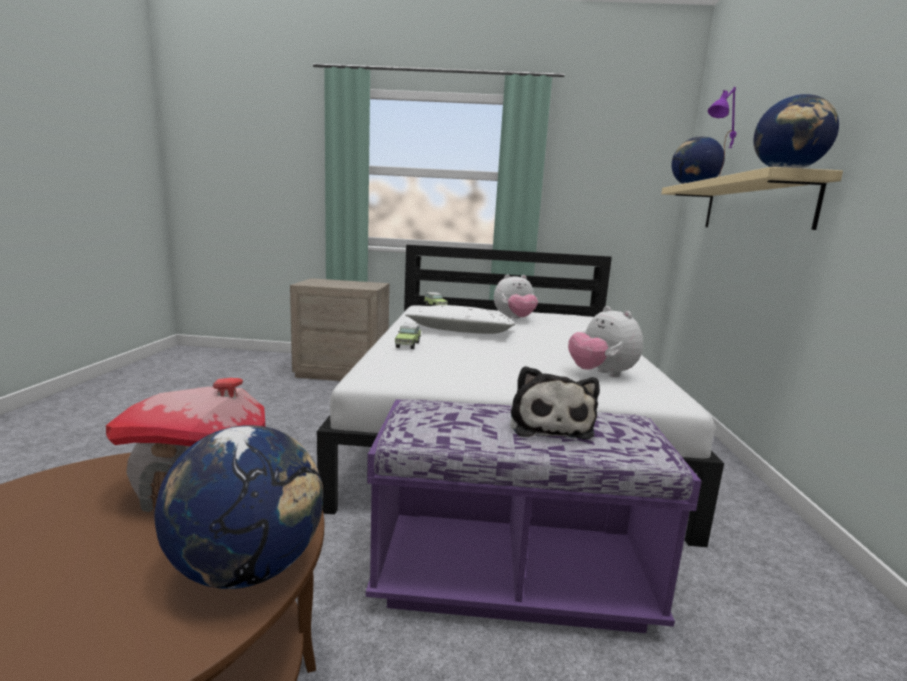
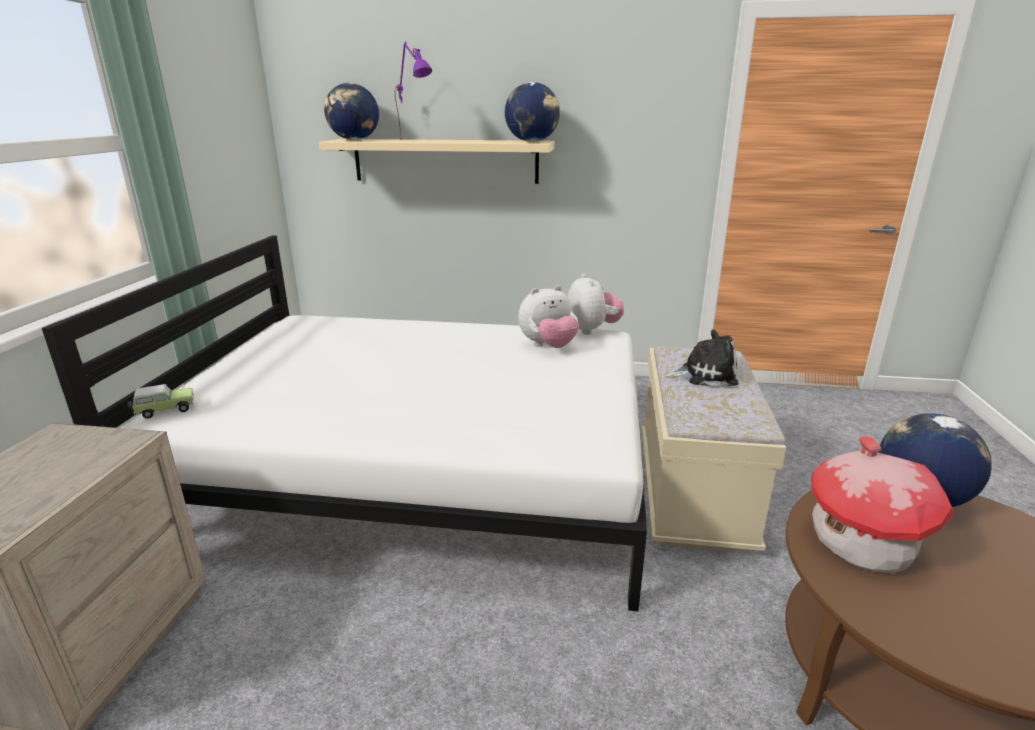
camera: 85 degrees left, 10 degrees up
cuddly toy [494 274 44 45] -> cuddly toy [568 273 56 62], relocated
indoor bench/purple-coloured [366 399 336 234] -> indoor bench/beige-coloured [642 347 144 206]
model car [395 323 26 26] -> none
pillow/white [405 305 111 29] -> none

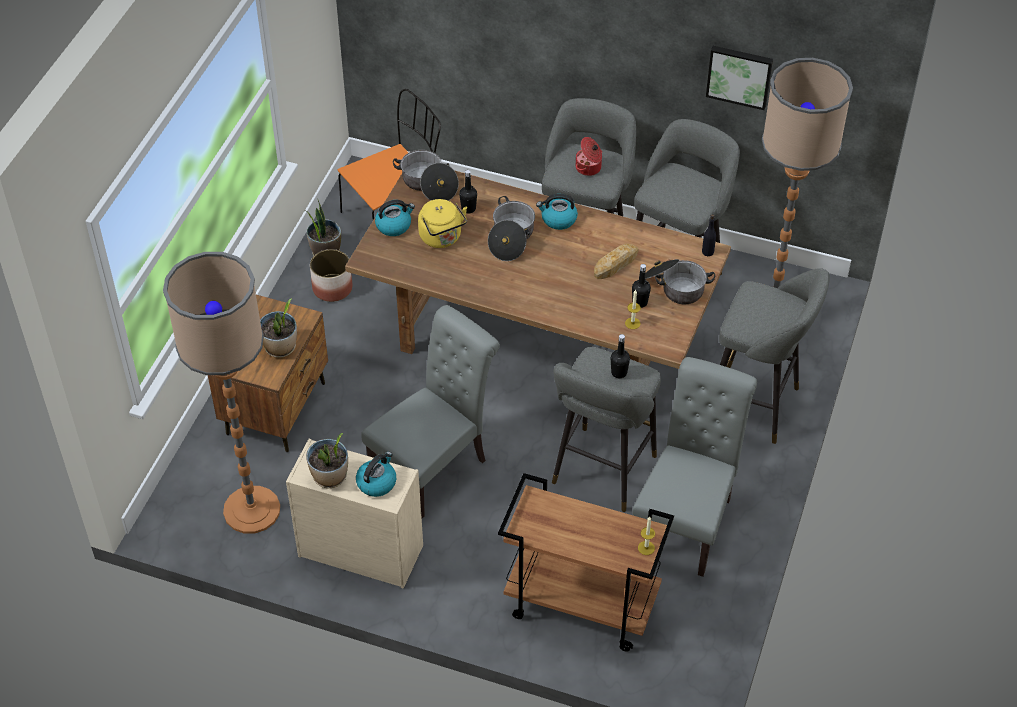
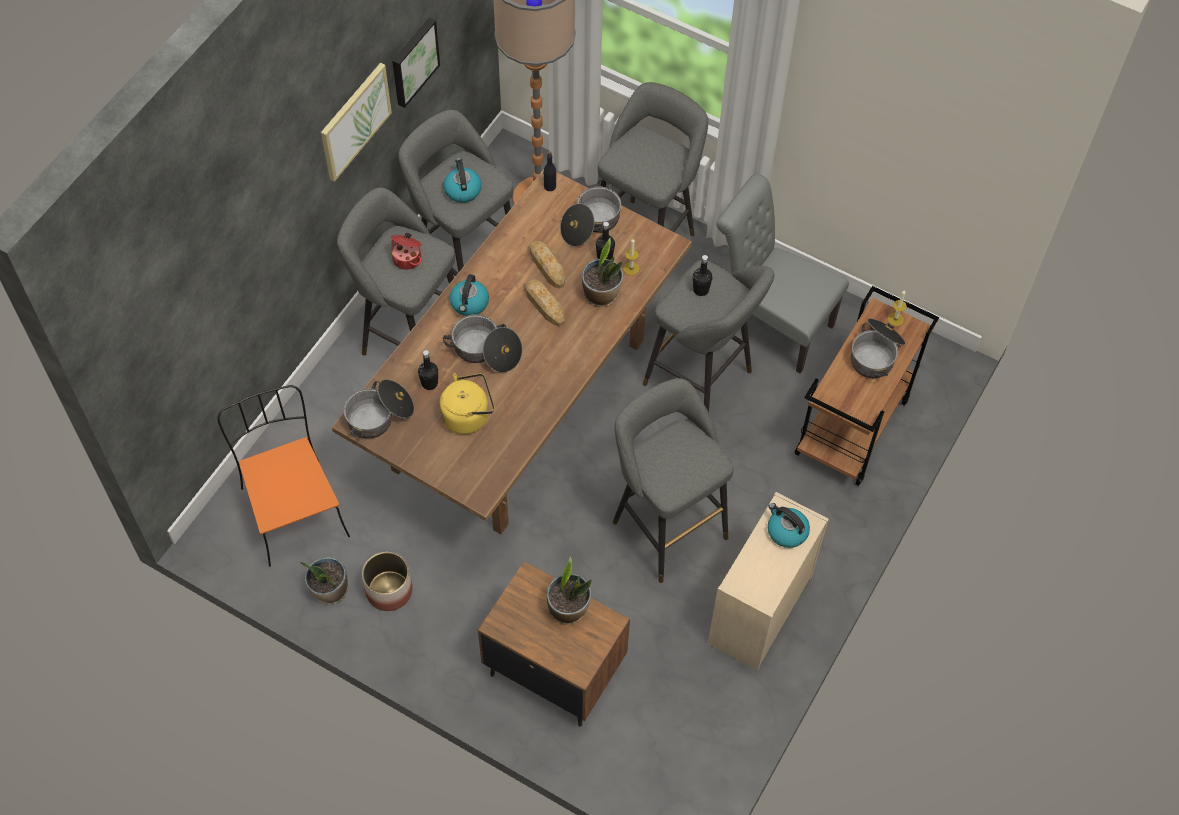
camera: 80 degrees left, 10 degrees up
none -> wall picture [321 63 71 119]
kettle [375 200 40 36] -> kettle [444 158 38 45], relocated
none -> baked bread [525 279 40 48]
houseplant [306 433 42 55] -> houseplant [582 238 41 69], relocated
upright chair/greyish [361 305 139 213] -> sitting stool/greyish [613 378 121 205]
none -> stockpot [851 318 54 60]
floor lamp [163 252 117 281] -> none

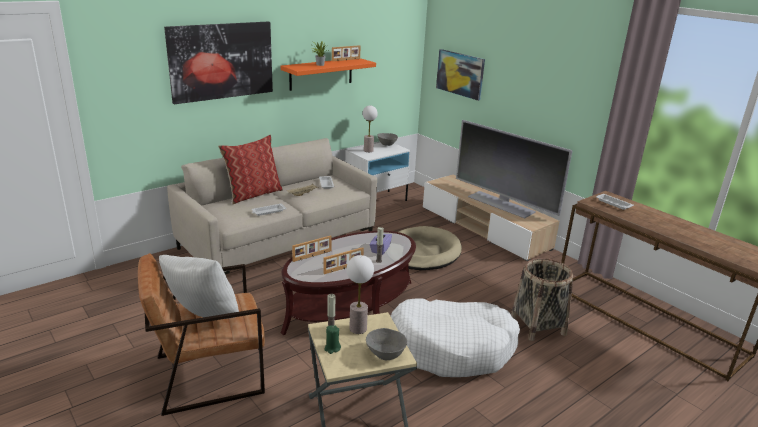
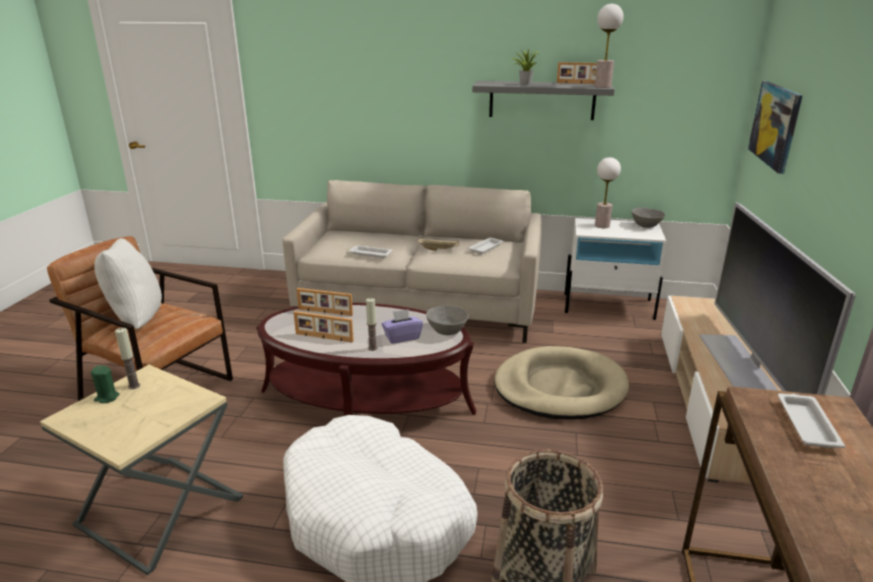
camera: 50 degrees right, 0 degrees up
serving bowl/greyish [366 328 41 32] -> serving bowl/greyish [426 305 43 30], relocated
shelf/orangey [281 58 95 33] -> shelf/greyish [472 81 143 39]
tabletop lamp [346 255 28 79] -> tabletop lamp [595 4 28 84], relocated
wall picture [164 22 109 82] -> none
pillow [218 135 65 69] -> none

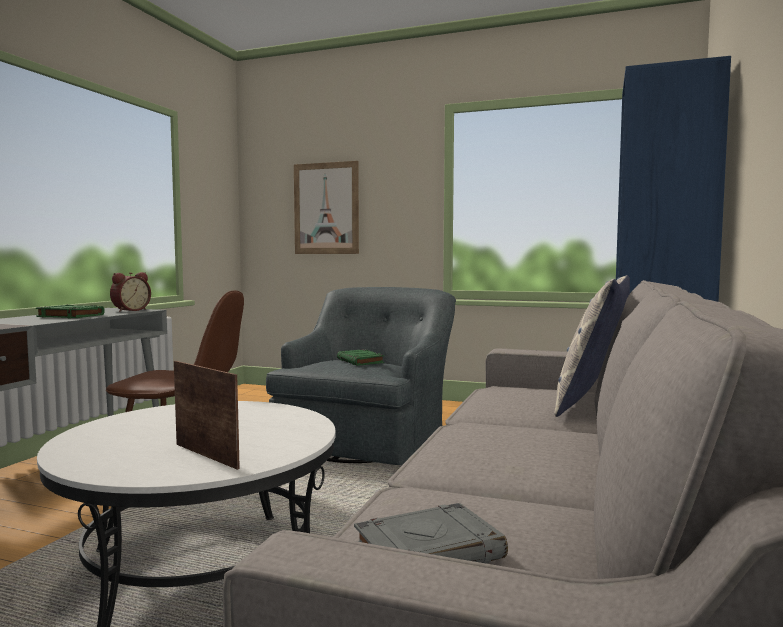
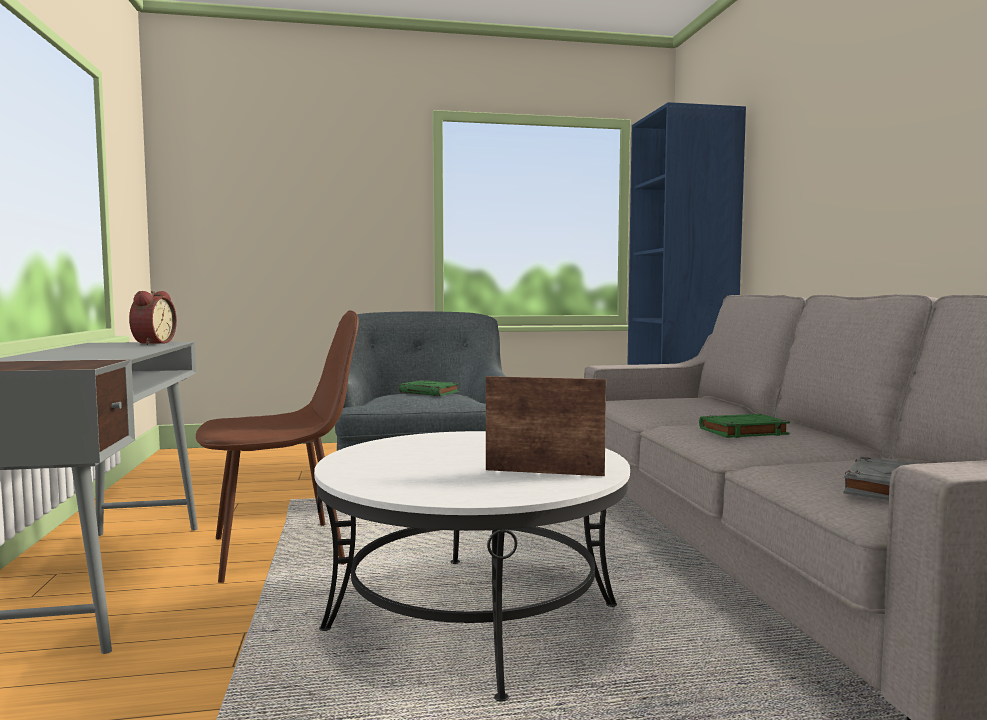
camera: 30 degrees left, 0 degrees up
book/green [36 305 69 13] -> book/green [699 414 91 24], relocated
wall picture [294 161 65 93] -> none
pillow [554 275 76 142] -> none

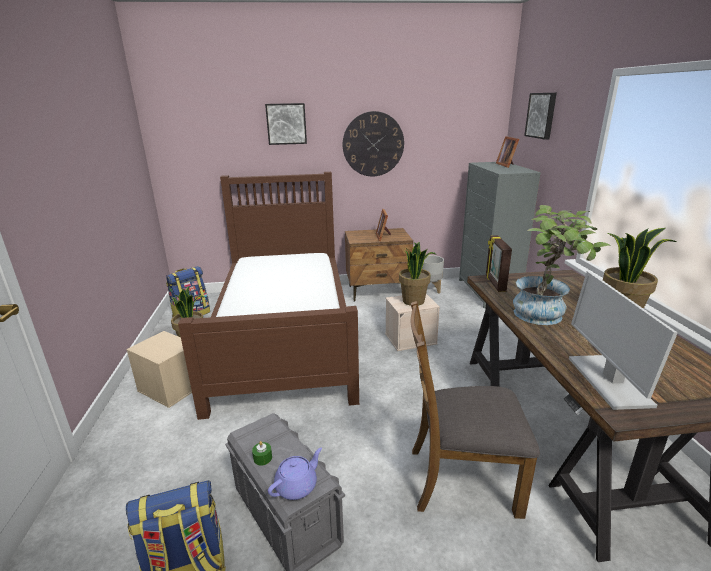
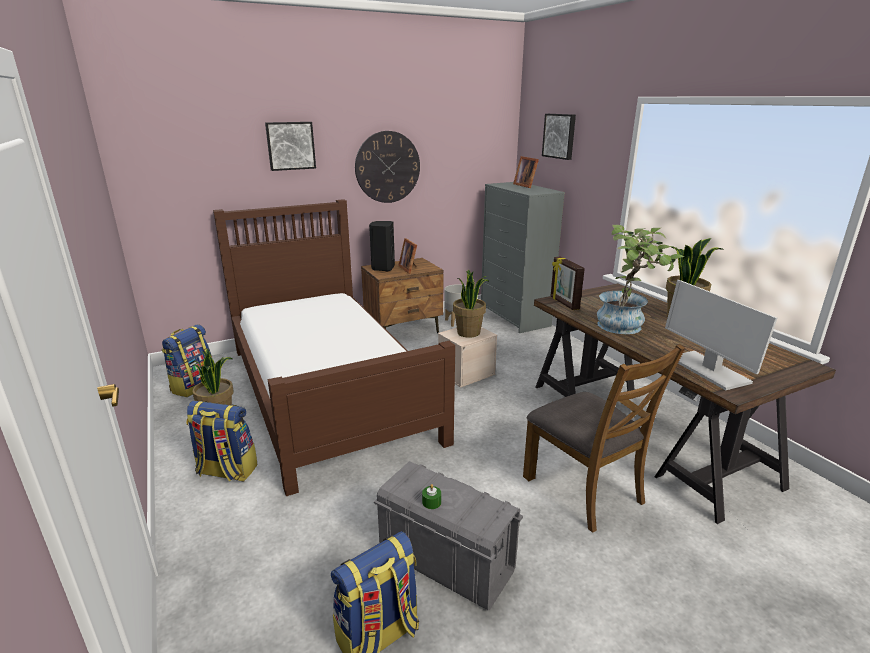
camera: 20 degrees left, 0 degrees up
storage box/beige-coloured [126 331 66 77] -> backpack [186 401 72 81]
none -> loudspeaker/blackish [369 221 26 51]
upright chair/brownish [410 301 130 218] -> upright chair/brownish [523 344 162 189], 105 degrees counterclockwise
tea pot/purple-coloured [268 448 54 52] -> none

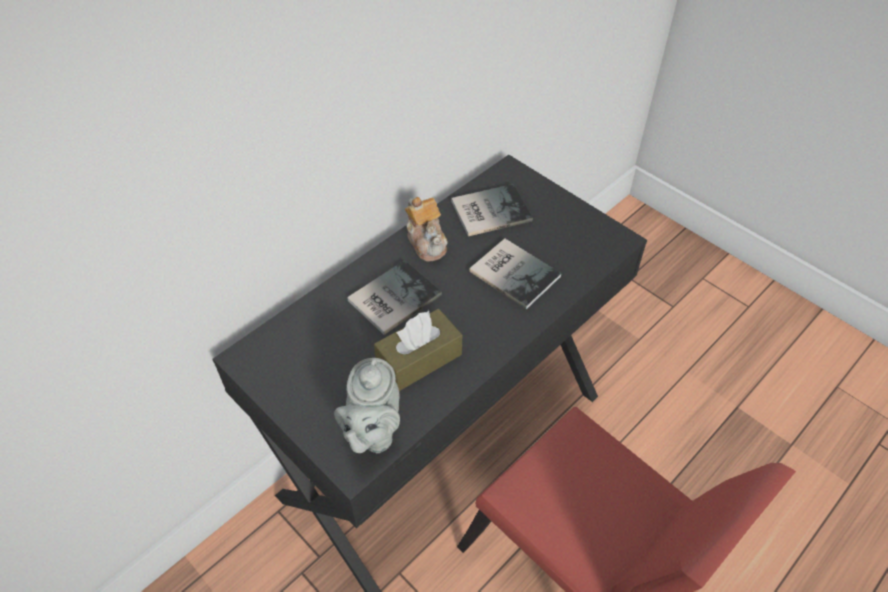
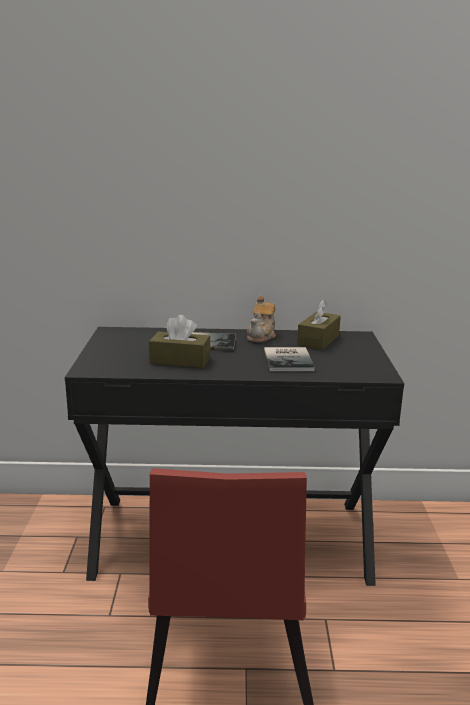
camera: 45 degrees right, 30 degrees down
book [451 184 82 52] -> tissue box/brownish [297 299 44 51]
tea pot/greyish [334 358 66 95] -> none

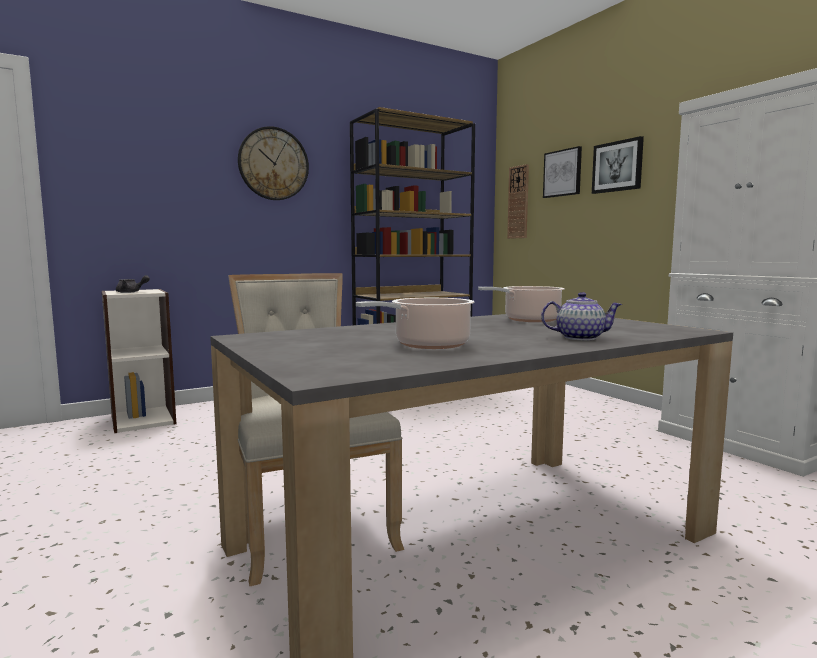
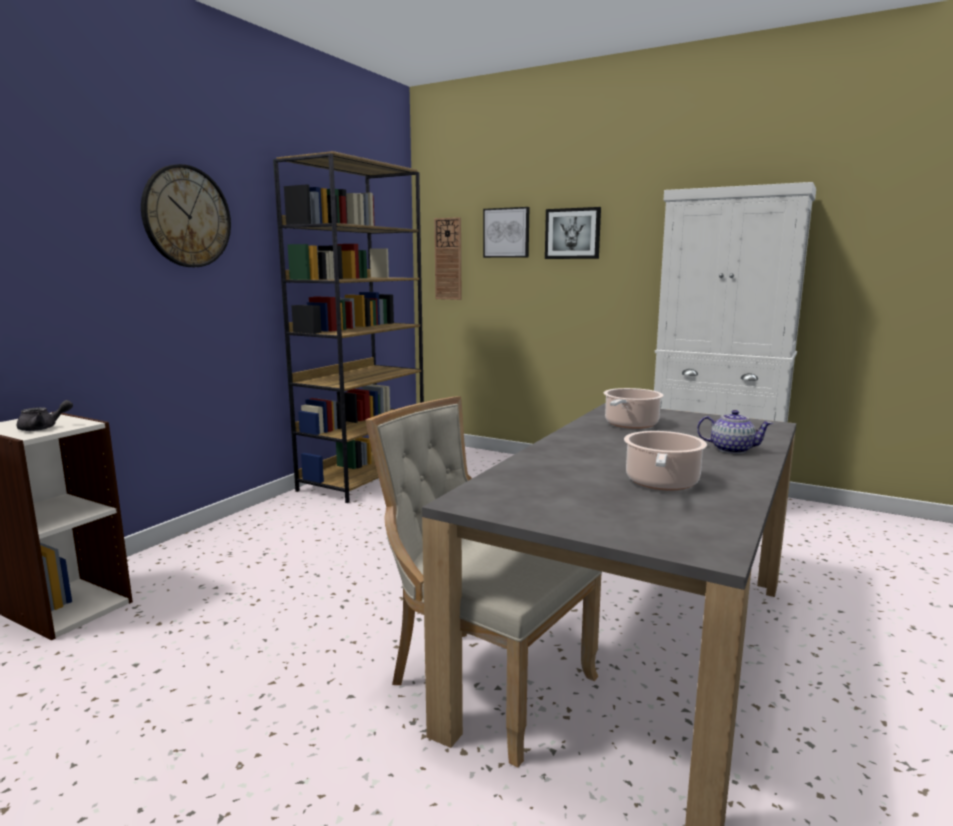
camera: 30 degrees left, 5 degrees up
tea pot [541 292 82 49] -> tea pot [697 410 76 44], 45 degrees clockwise

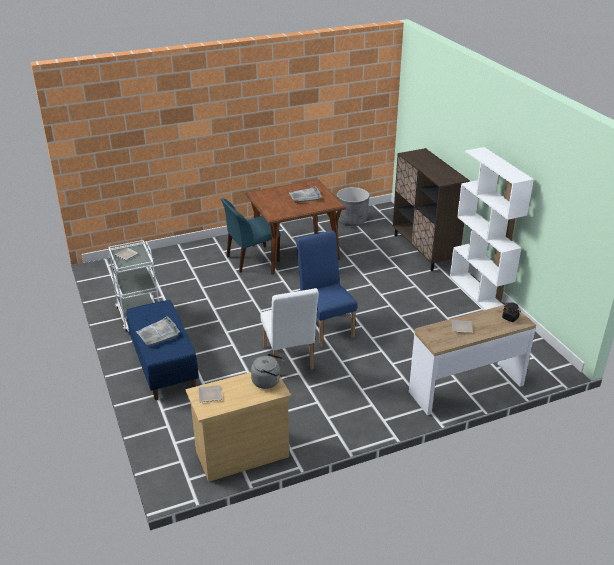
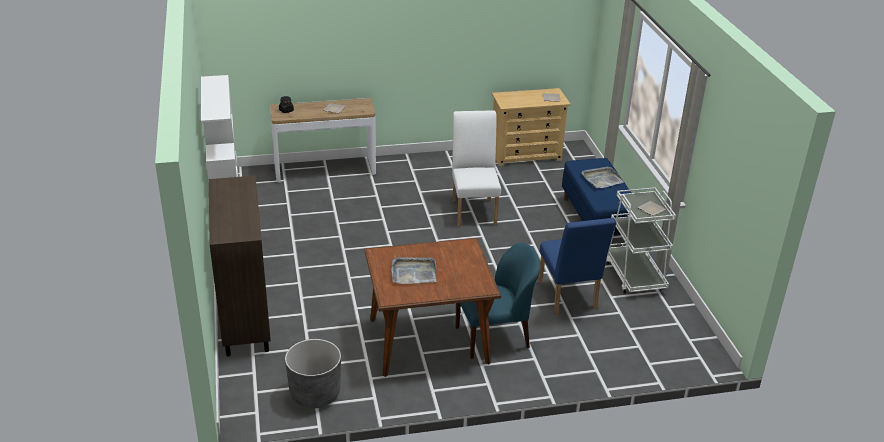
camera: 170 degrees left, 0 degrees up
upright chair/blue [296 230 61 117] -> upright chair/blue [538 218 78 96], relocated
kettle/greyish [251 353 33 36] -> none

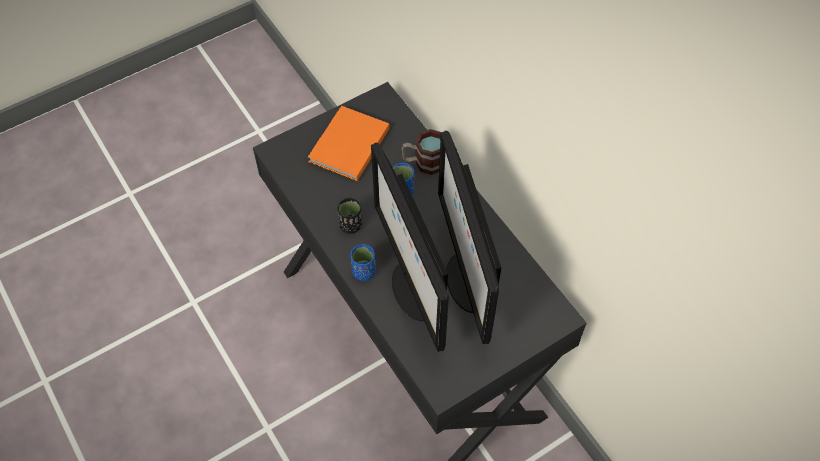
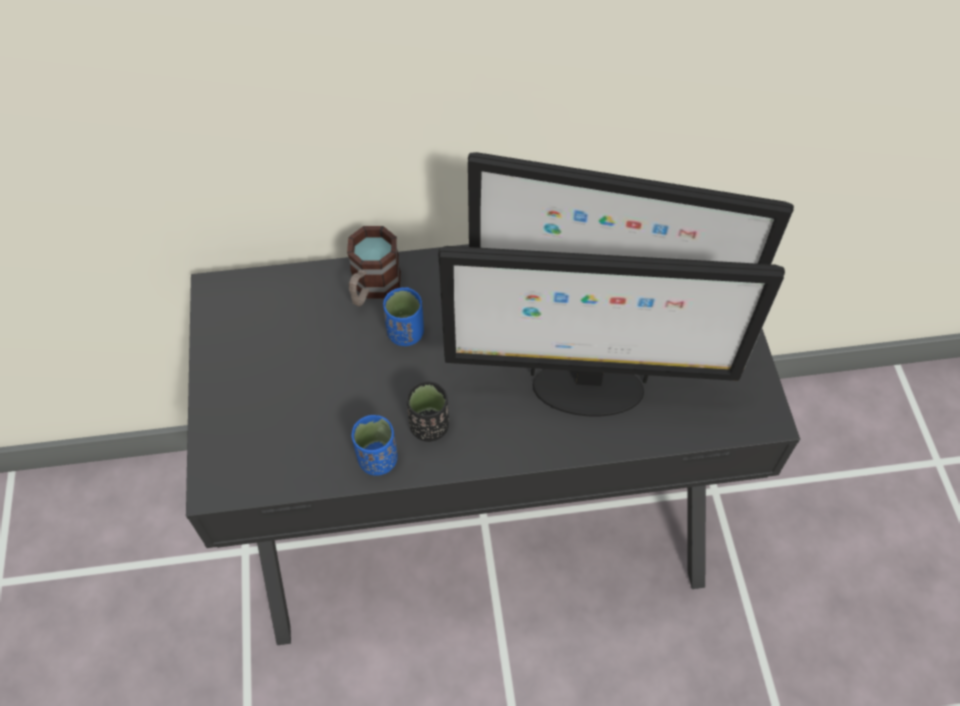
camera: 65 degrees left, 0 degrees up
cup/blue [351 244 25 37] -> cup/blue [352 415 46 60], relocated
book/orangey [308 106 81 75] -> none

